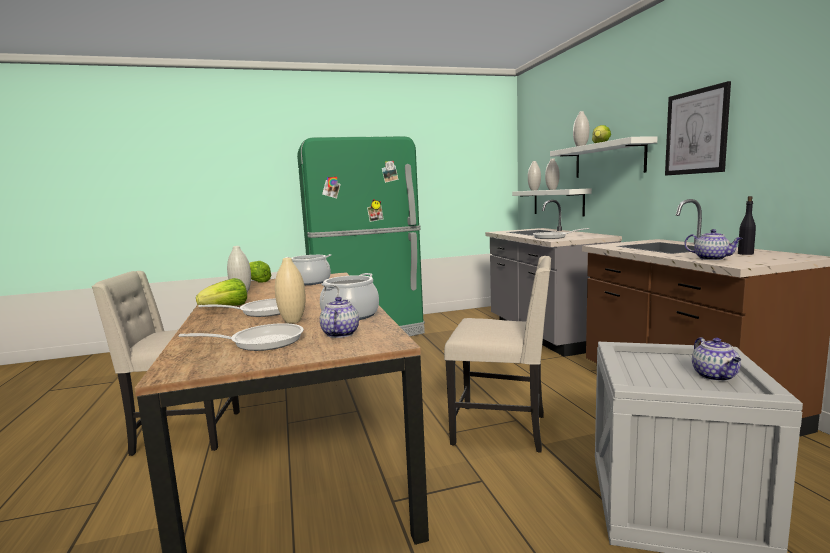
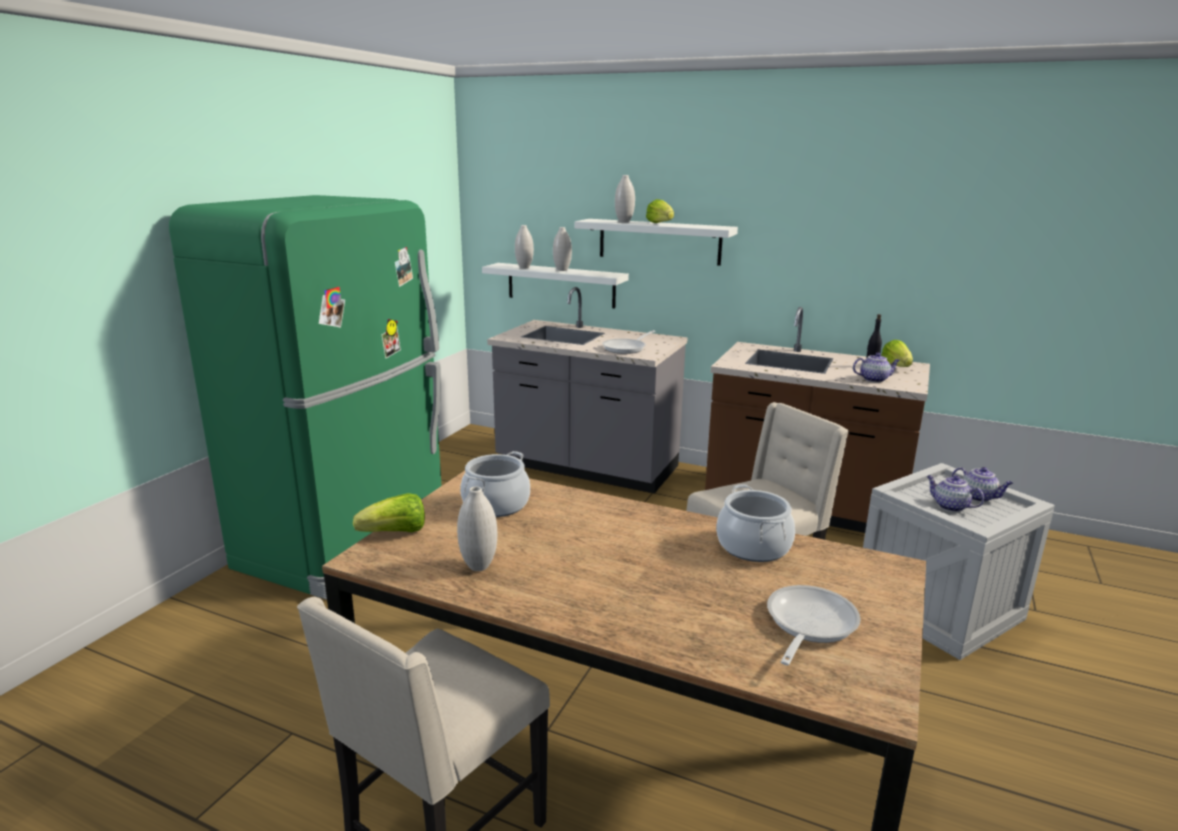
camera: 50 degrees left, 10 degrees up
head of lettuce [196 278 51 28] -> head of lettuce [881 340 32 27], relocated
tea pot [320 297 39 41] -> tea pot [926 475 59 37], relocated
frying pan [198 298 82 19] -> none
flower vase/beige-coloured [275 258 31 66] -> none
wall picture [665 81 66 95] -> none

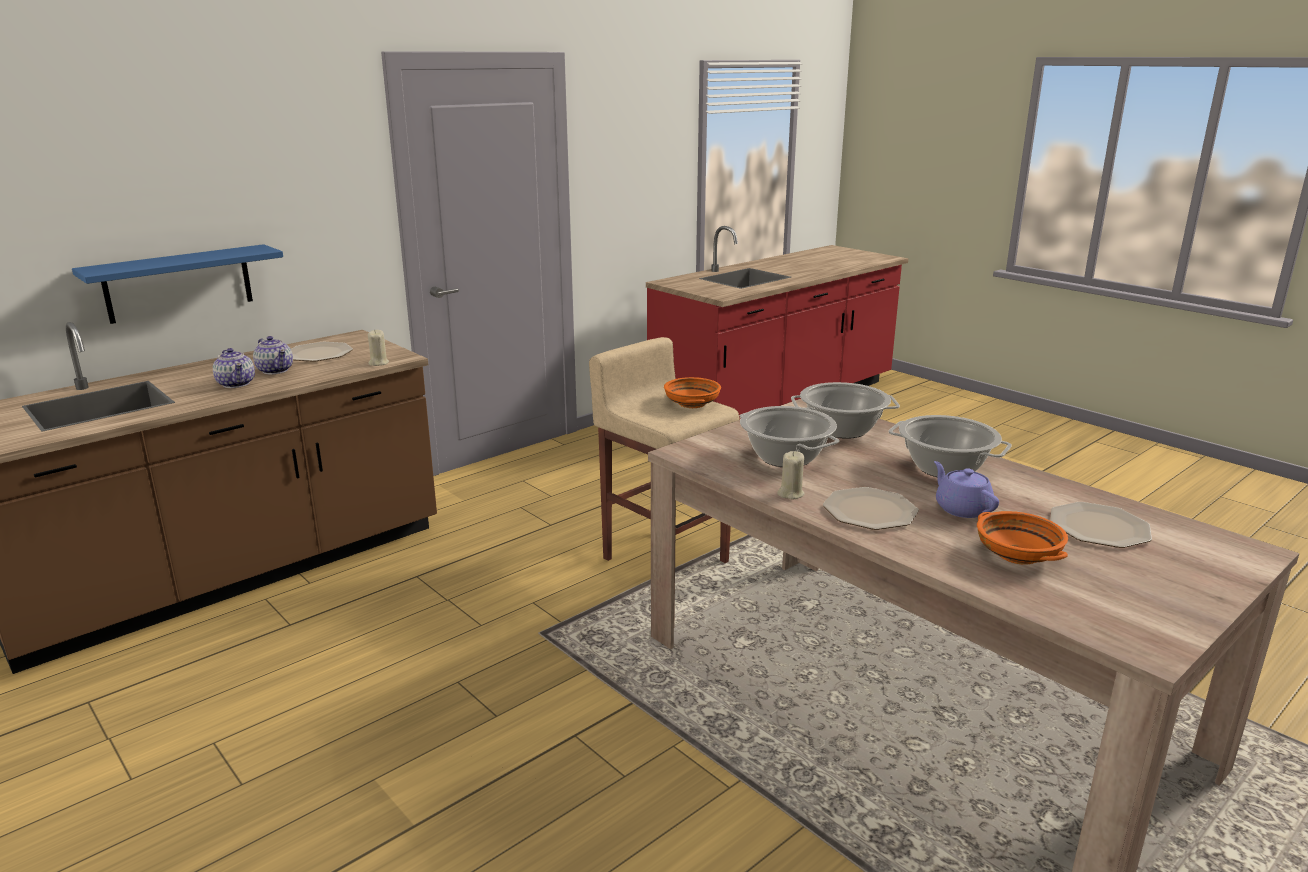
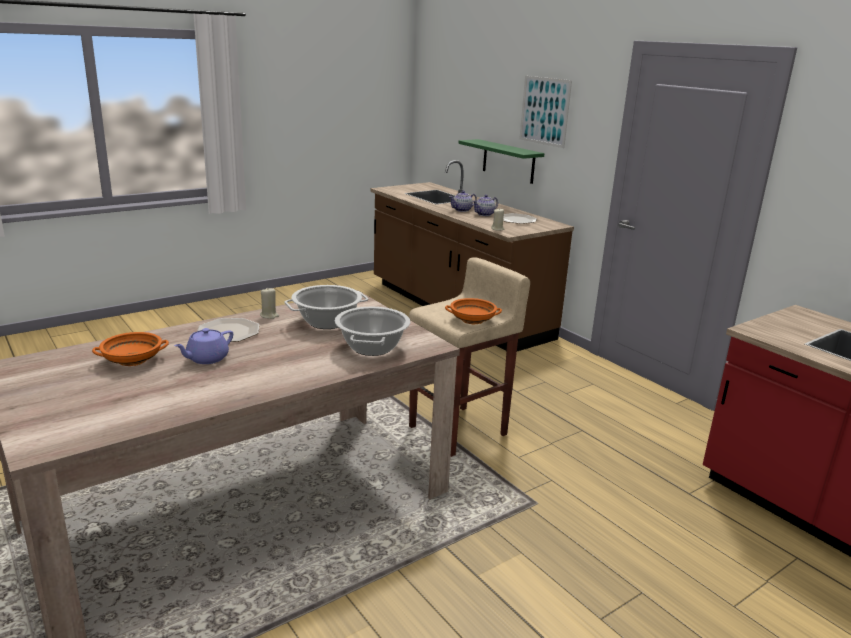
camera: 95 degrees right, 0 degrees up
tea pot/purple-coloured [934 461 65 57] -> tea pot/purple-coloured [174 328 59 36], 150 degrees clockwise
shelf/blue [72 244 211 80] -> shelf/green [458 139 86 45]
none -> wall picture [519 76 53 72]
stockpot [888 415 124 62] -> none
plate [1050 502 102 46] -> none

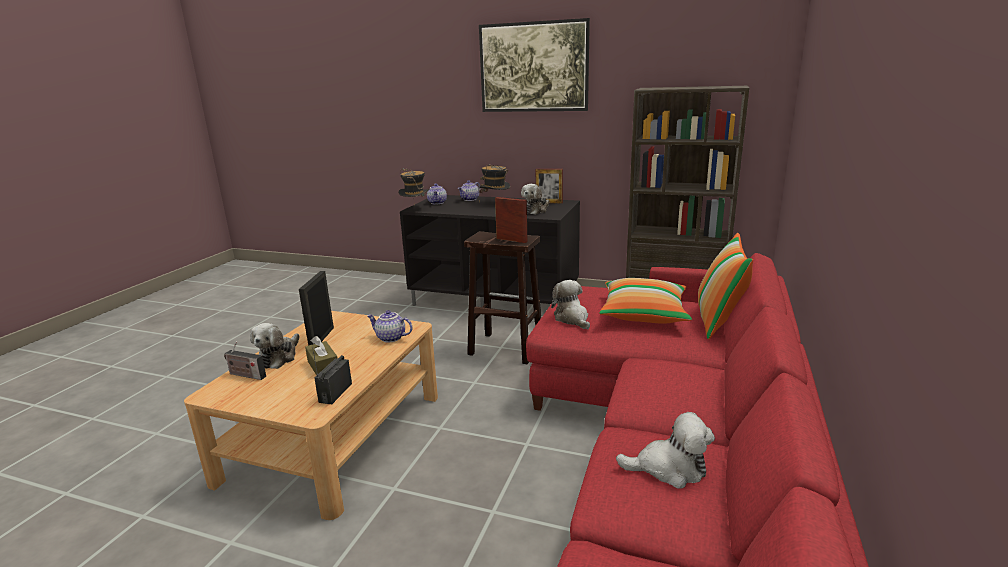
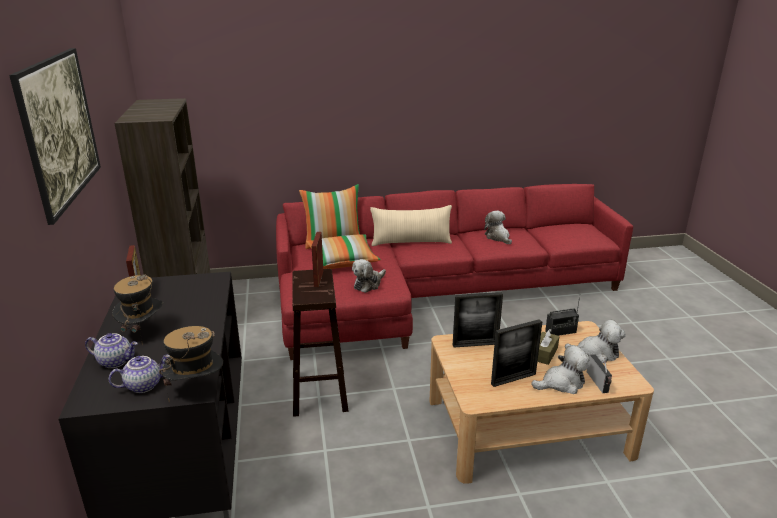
camera: 120 degrees left, 5 degrees up
none -> pillow/beige-coloured [370 205 82 41]
tea pot [367 310 45 32] -> picture frame [453 292 50 56]
cuddly toy [521 184 28 31] -> cuddly toy [565 320 61 43], relocated

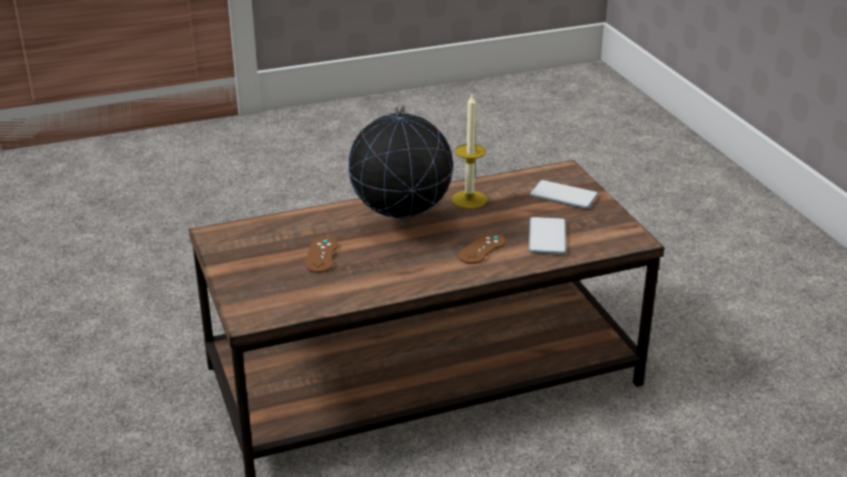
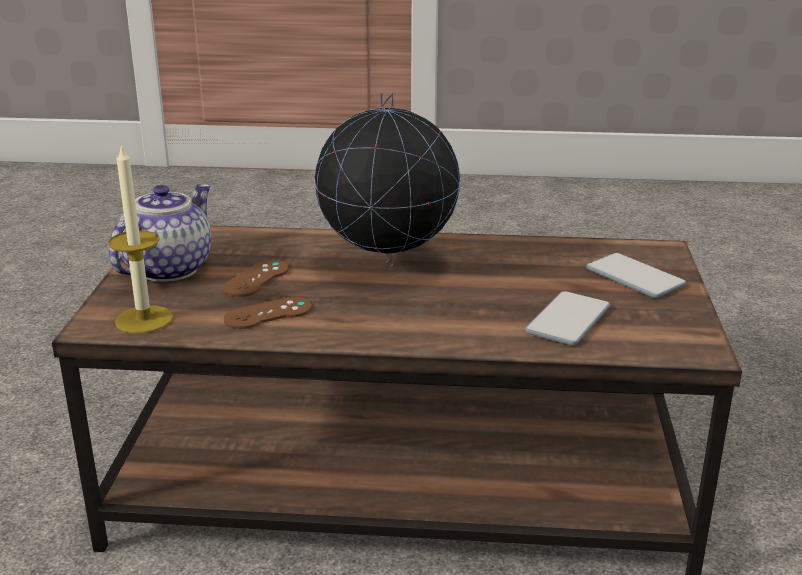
camera: 25 degrees right, 5 degrees down
wax light [452 95 35 114] -> wax light [108 143 65 190], relocated
none -> tea pot [109 184 102 98]
game controller/brownish [457 233 48 31] -> game controller/brownish [224 297 88 32], relocated

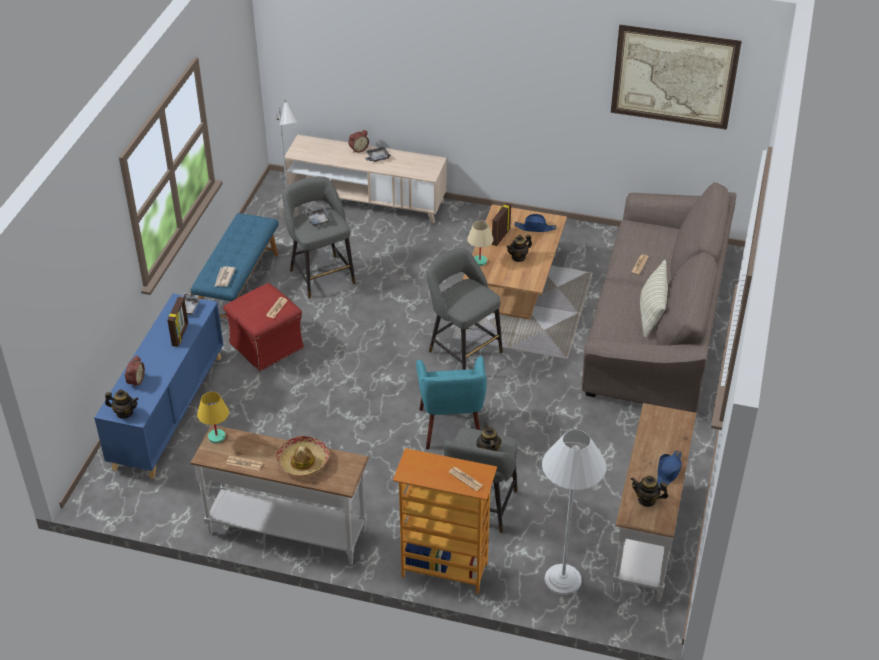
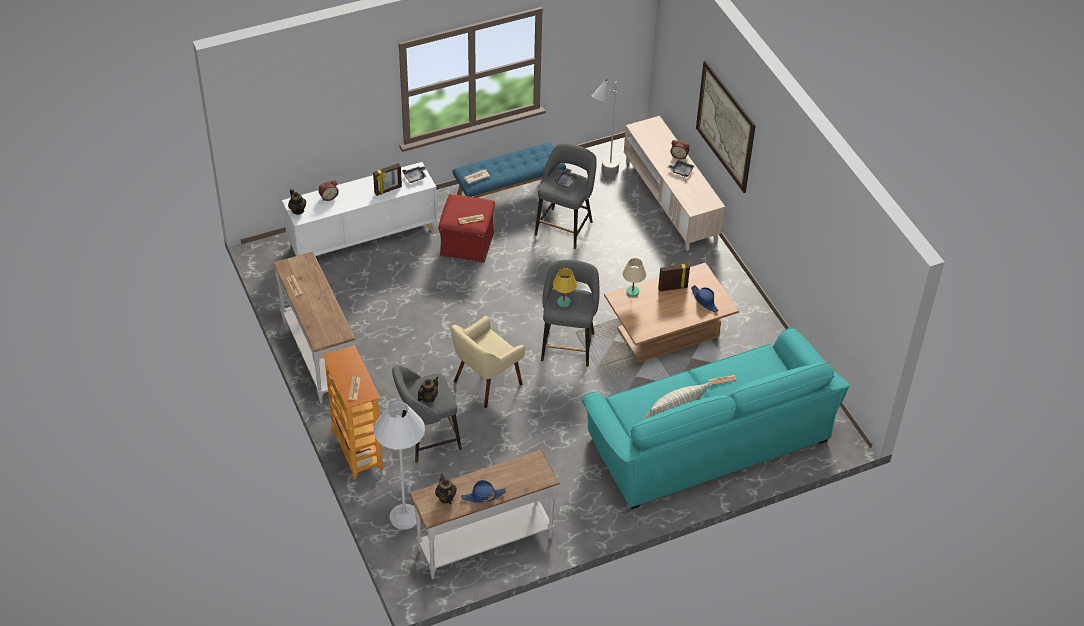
camera: 50 degrees right, 5 degrees up
storage cabinet/blue [94 294 130 185] -> storage cabinet/white [282 162 155 94]
easy chair/blue-green [416 356 71 94] -> easy chair/beige-coloured [451 316 74 92]
tabletop lamp/yellow [197 392 32 51] -> tabletop lamp/yellow [553 268 24 39], relocated
sofa/brownish [581 182 155 232] -> sofa/blue-green [581 328 269 181]
wall picture [611 25 131 105] -> wall picture [696 60 60 133], relocated
hat [276 436 53 40] -> none
tea pot [506 235 26 27] -> none

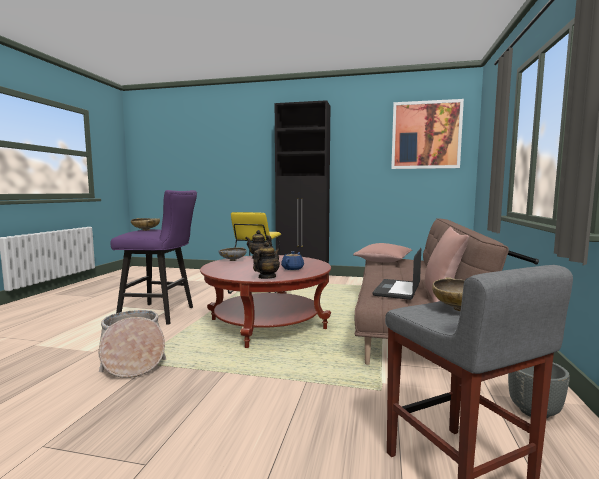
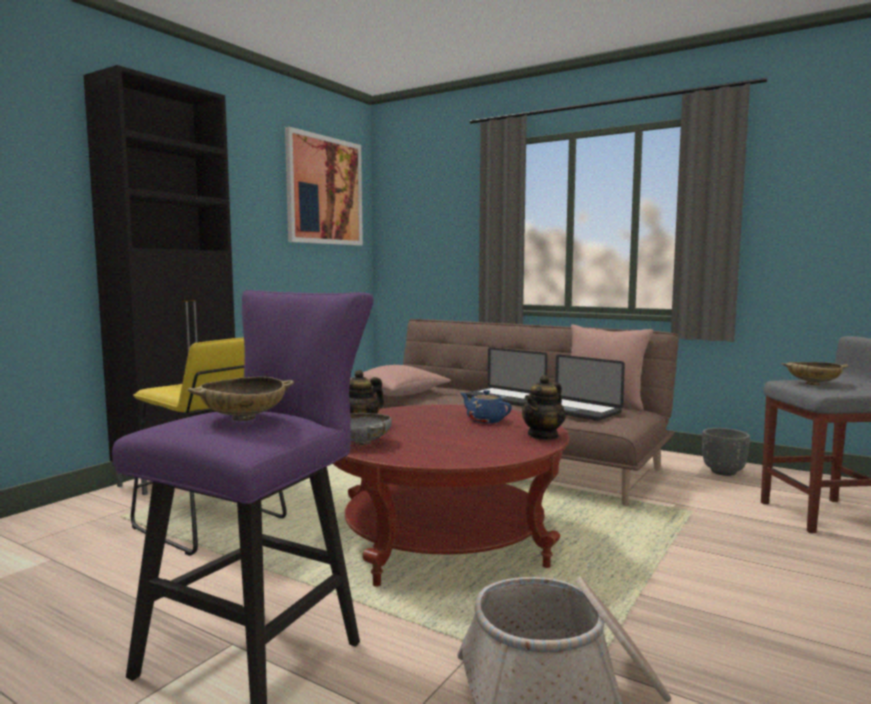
camera: 70 degrees left, 0 degrees up
none -> laptop [465 347 83 59]
tea pot [253 242 27 37] -> tea pot [522 375 44 65], 105 degrees counterclockwise

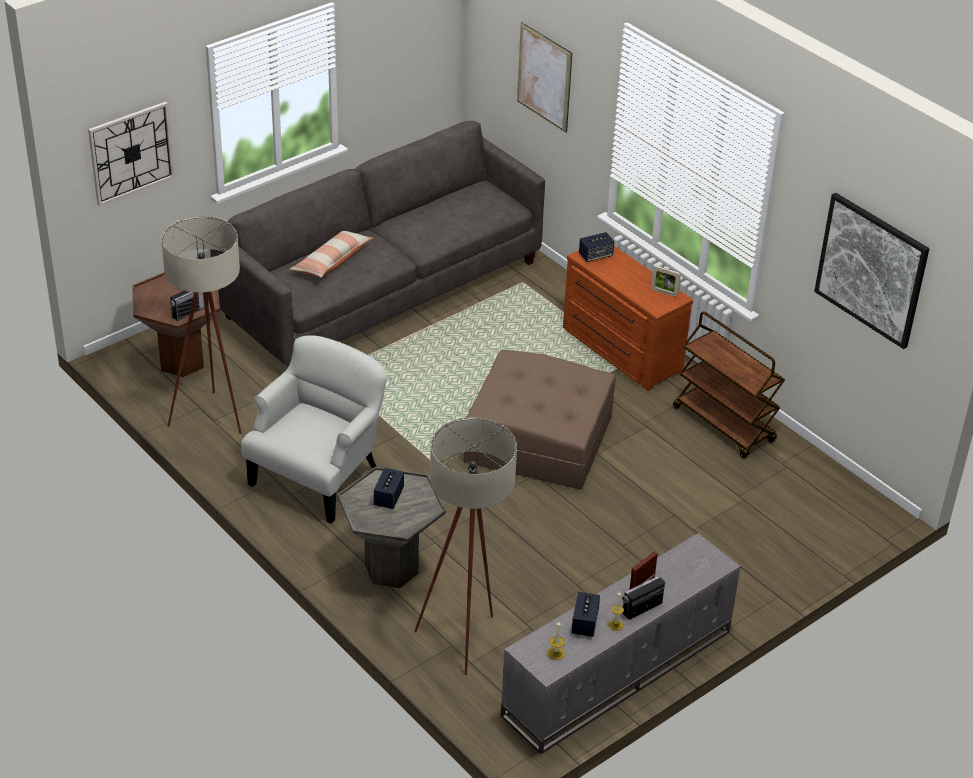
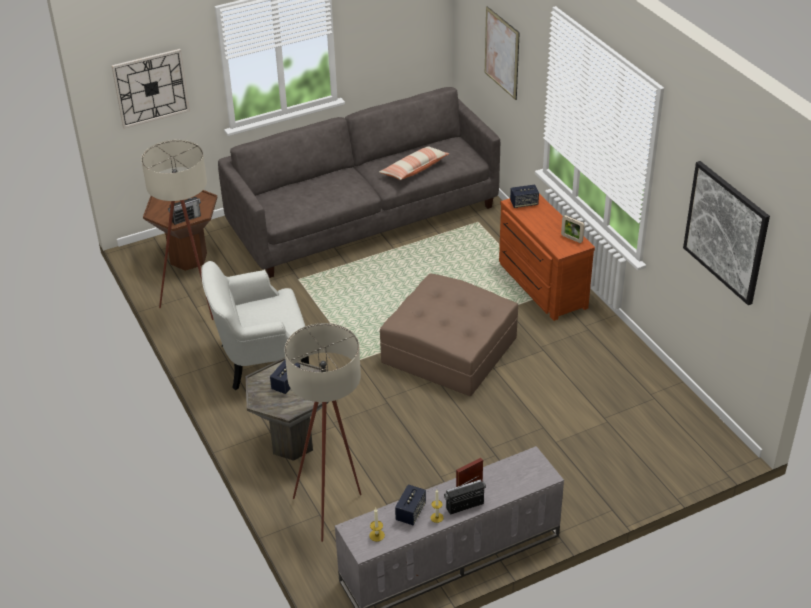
camera: 15 degrees right, 0 degrees up
easy chair/white [241 335 146 189] -> easy chair/white [201 261 109 129], 150 degrees counterclockwise
pillow [290 231 83 47] -> pillow [379 146 70 34], relocated
wheeled cart/brownish [673 311 112 147] -> none

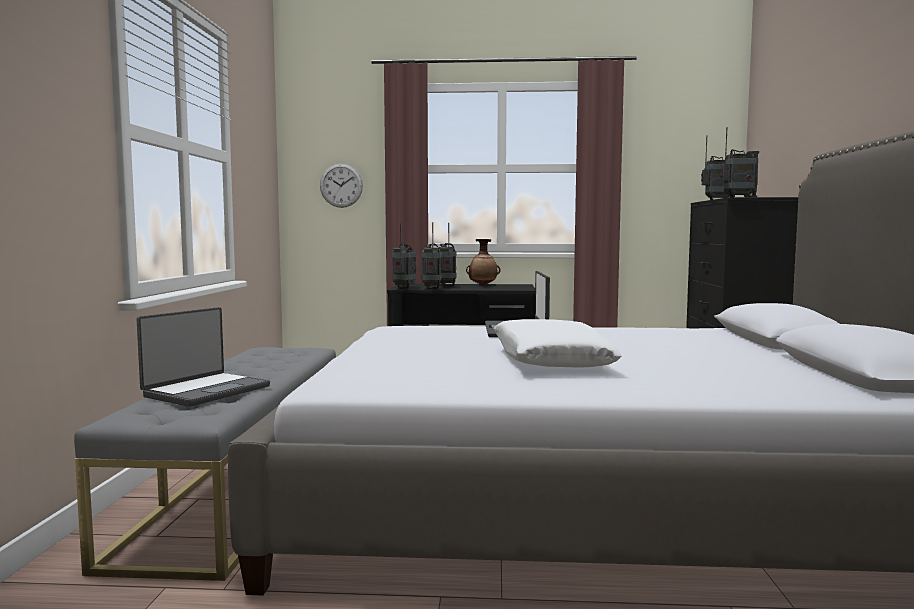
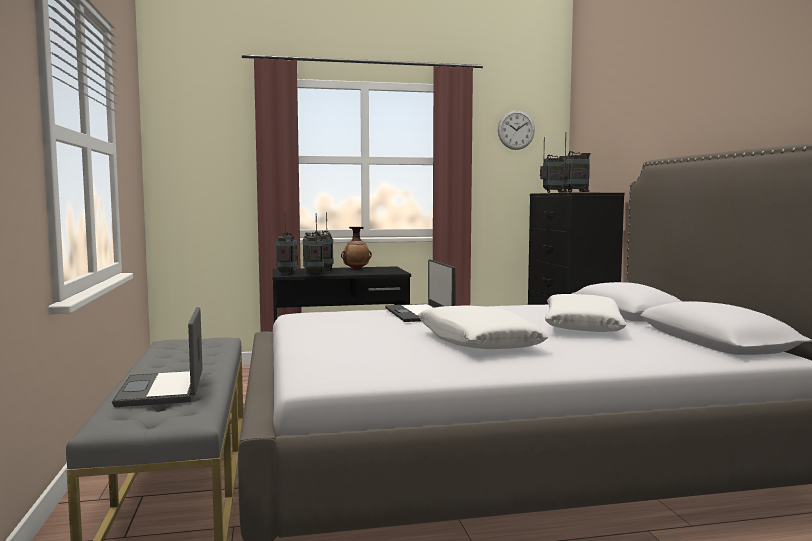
camera: 15 degrees left, 0 degrees up
laptop [137 307 133 100] -> laptop [112 307 91 100], 150 degrees clockwise
clock on the wall [320 164 43 44] -> clock on the wall [498 110 37 40], relocated
none -> pillow/white [545 294 81 38]

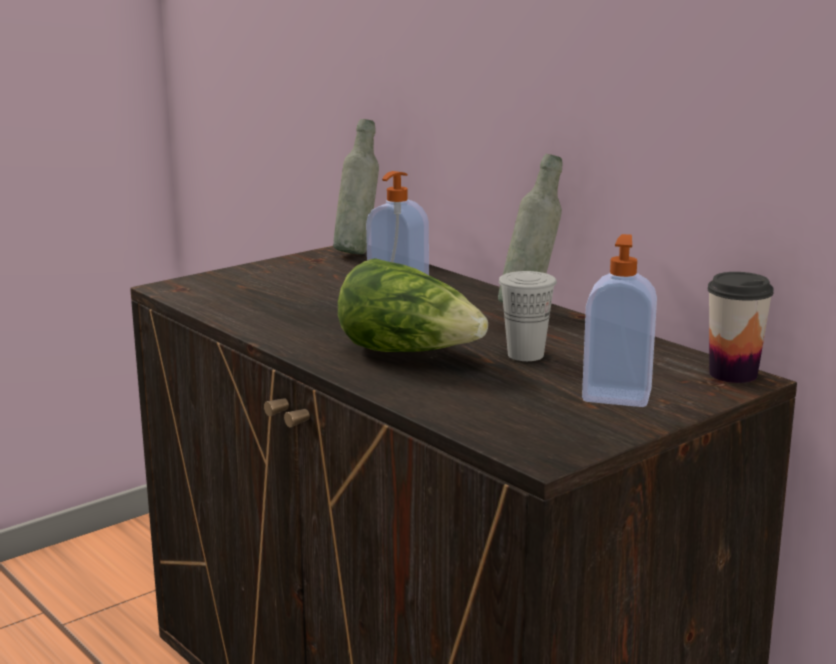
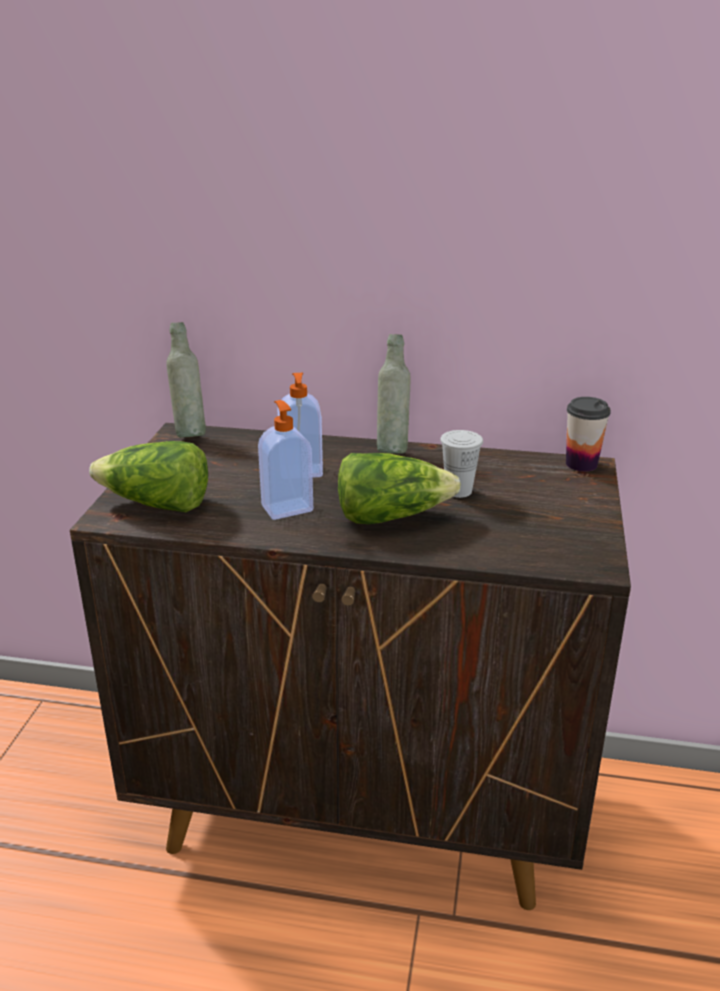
camera: 40 degrees left, 10 degrees up
none -> head of lettuce [89 441 119 71]
liquid soap bottle [582 234 75 173] -> liquid soap bottle [258 400 55 120], relocated

